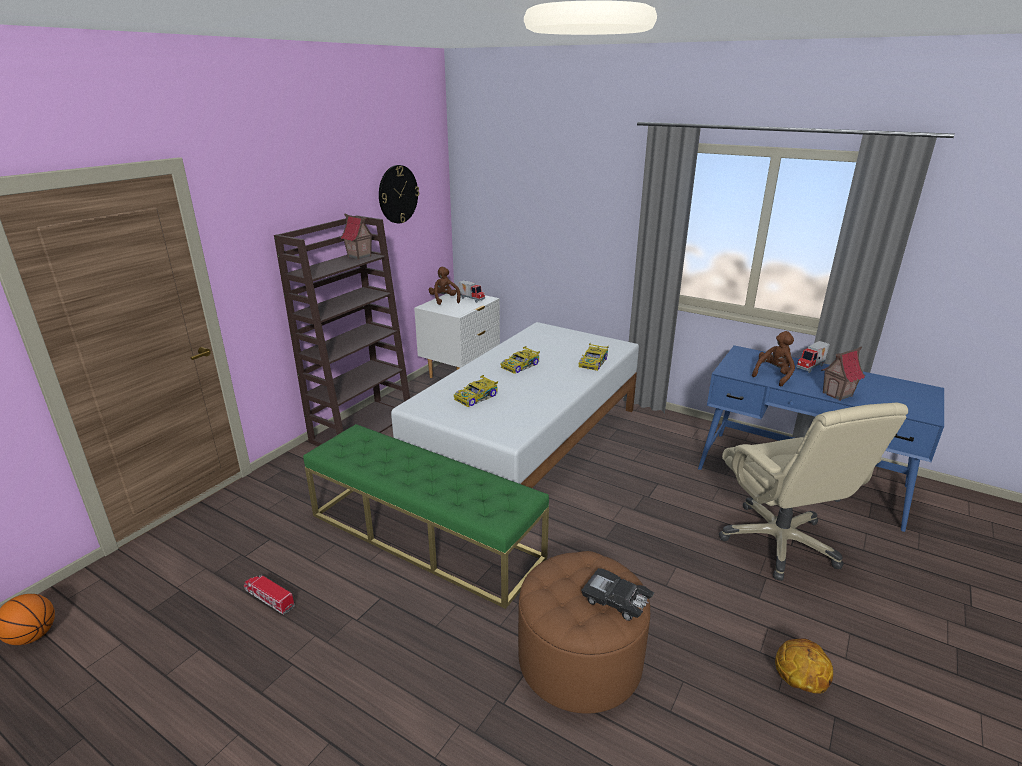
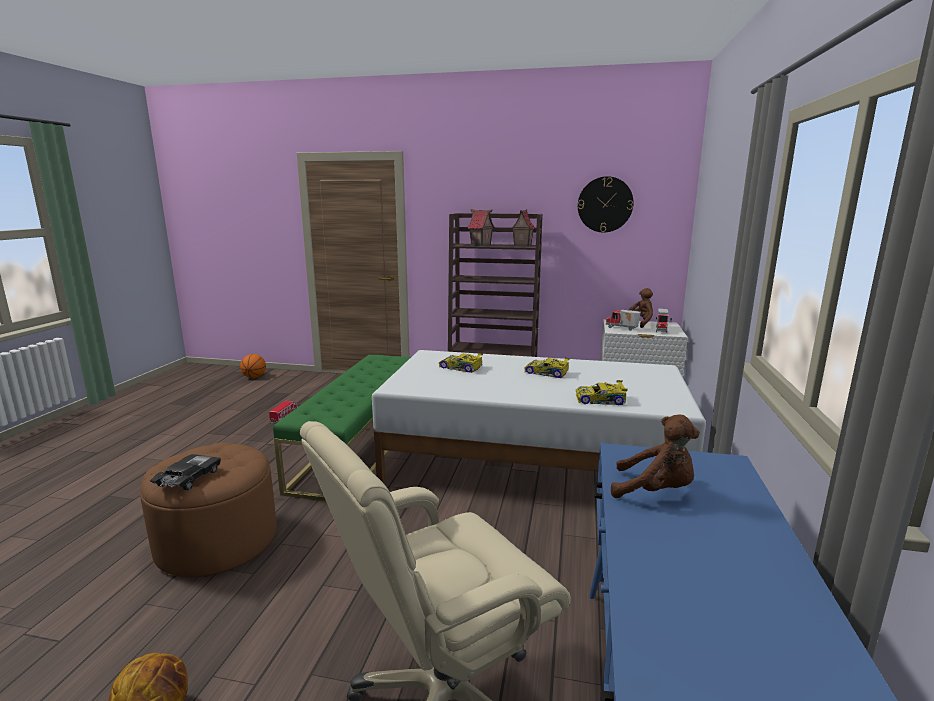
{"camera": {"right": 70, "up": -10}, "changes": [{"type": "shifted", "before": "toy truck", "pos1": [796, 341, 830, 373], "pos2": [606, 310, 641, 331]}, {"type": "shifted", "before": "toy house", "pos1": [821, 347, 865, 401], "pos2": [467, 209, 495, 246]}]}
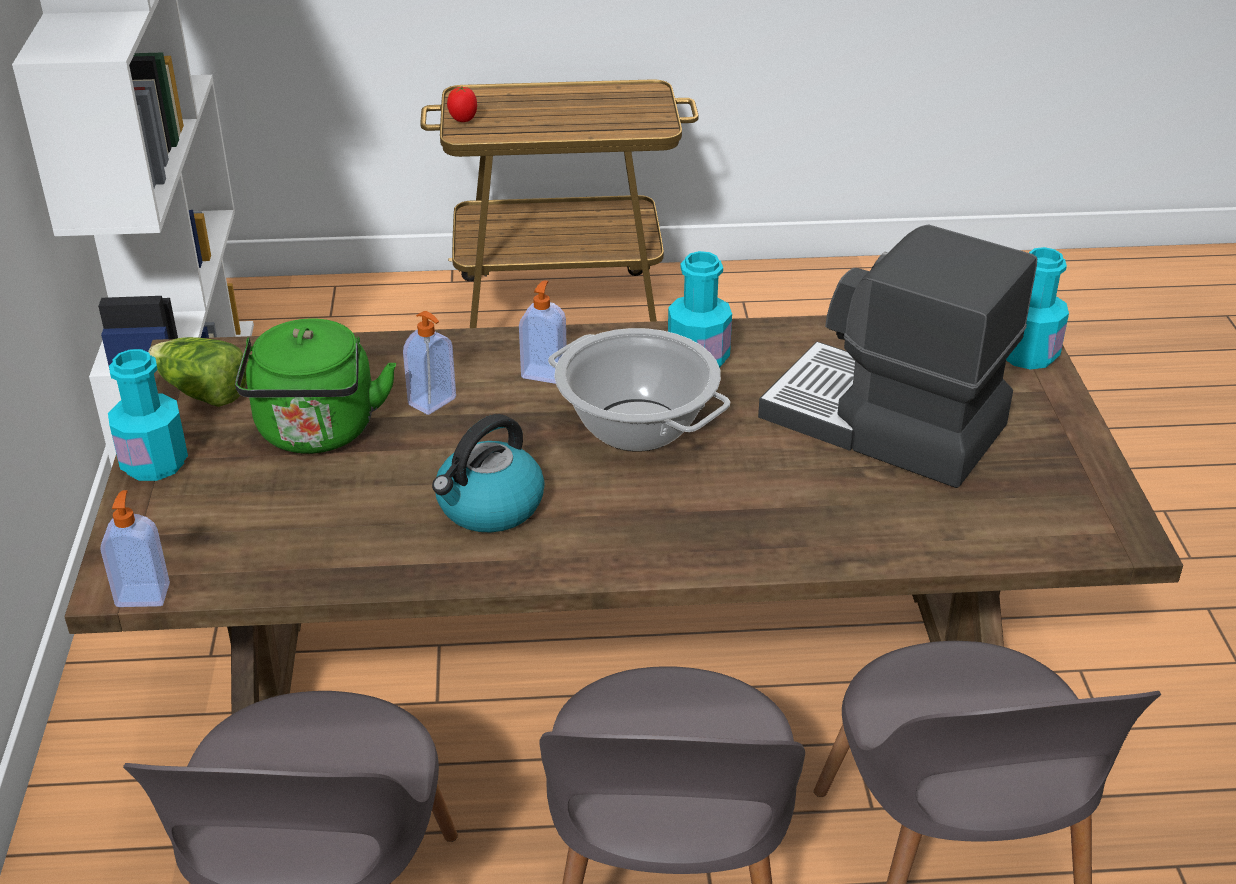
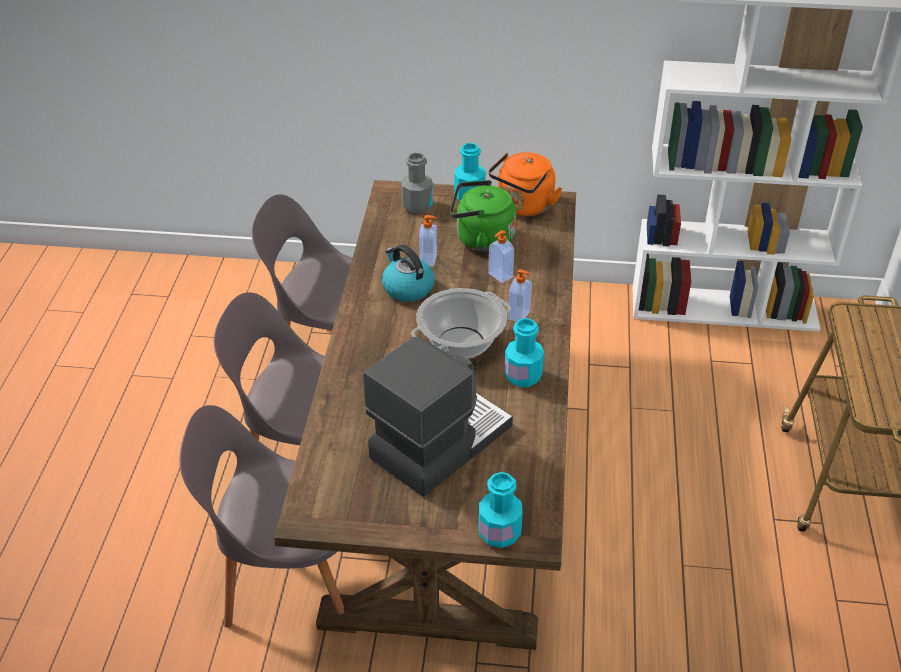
{"camera": {"right": 100, "up": 5}, "changes": [{"type": "gone", "before": "tomato", "pos1": [447, 86, 477, 122]}, {"type": "new", "after": "grey bottle", "pos2": [401, 153, 433, 214]}, {"type": "shifted", "before": "soap dispenser", "pos1": [100, 490, 170, 607], "pos2": [419, 215, 437, 266]}, {"type": "swapped", "before": "lettuce", "after": "orange kettle", "pos1": [148, 337, 248, 407], "pos2": [488, 152, 563, 216]}]}
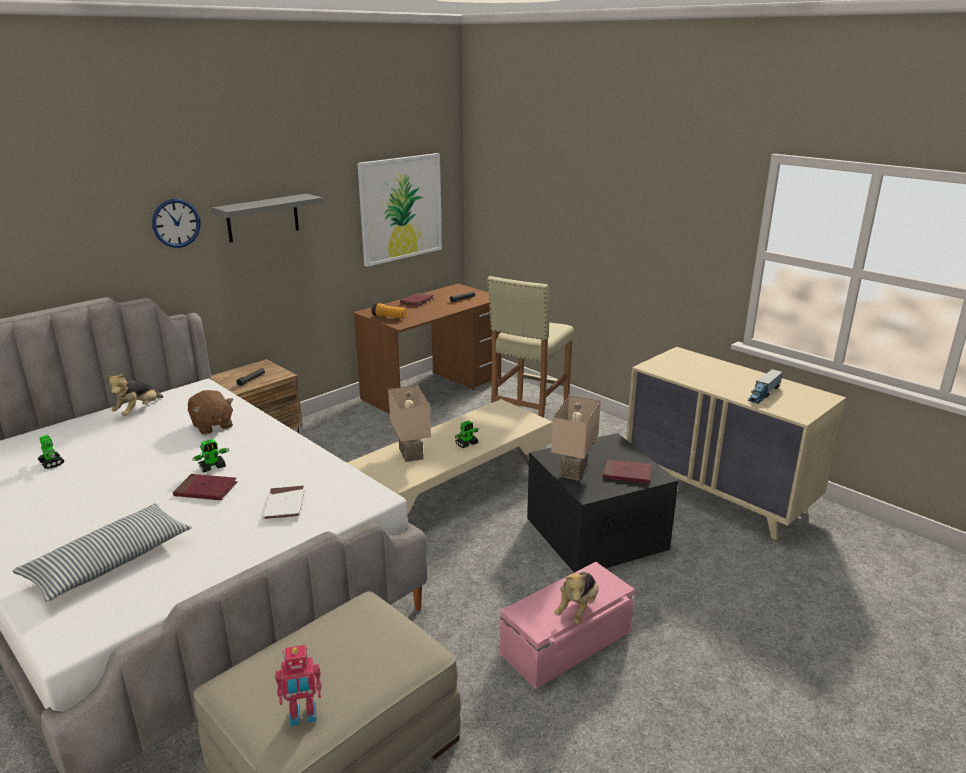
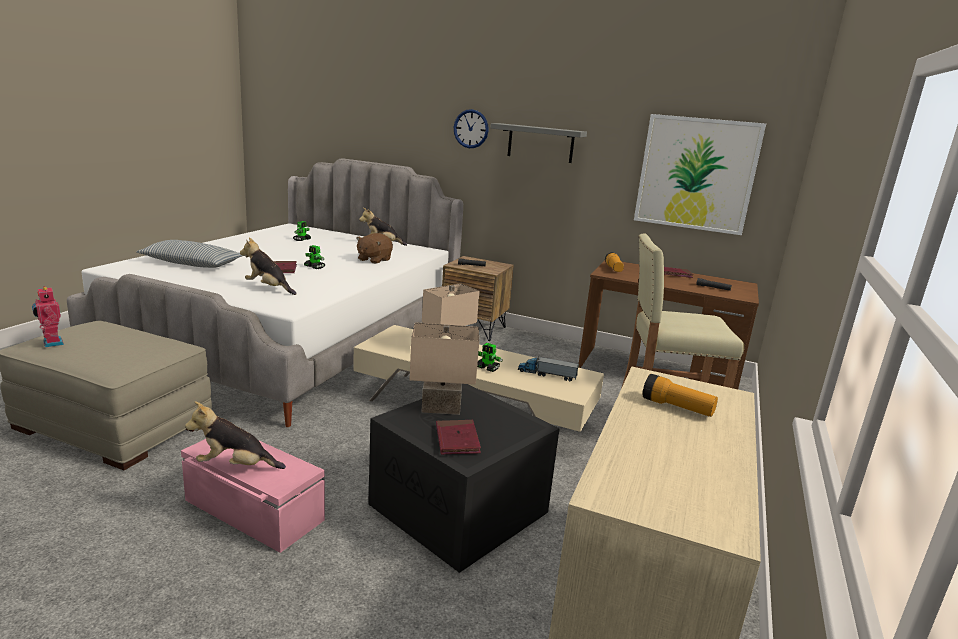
{"camera": {"right": 65, "up": -5}, "changes": [{"type": "new", "after": "flashlight", "pos2": [643, 374, 718, 417]}, {"type": "shifted", "before": "toy truck", "pos1": [748, 369, 783, 404], "pos2": [518, 356, 579, 381]}, {"type": "swapped", "before": "white book", "after": "plush toy", "pos1": [263, 485, 305, 521], "pos2": [240, 238, 297, 295]}]}
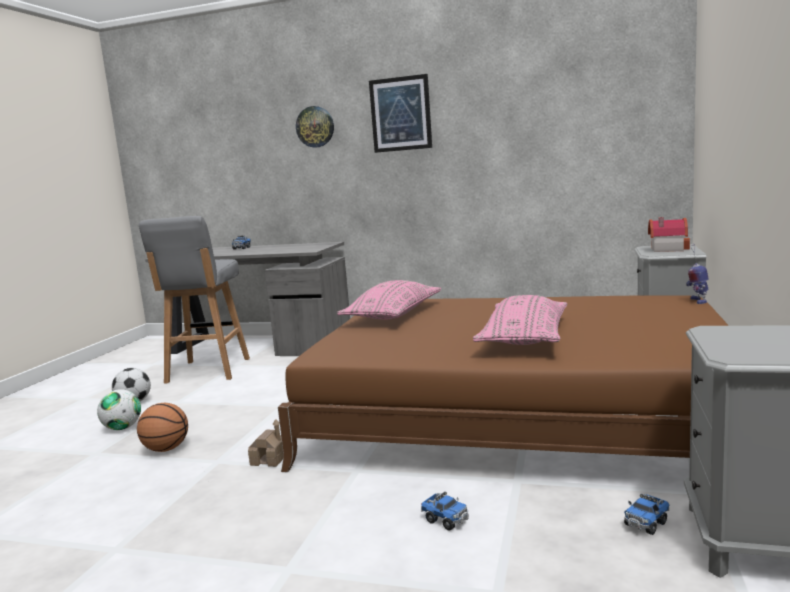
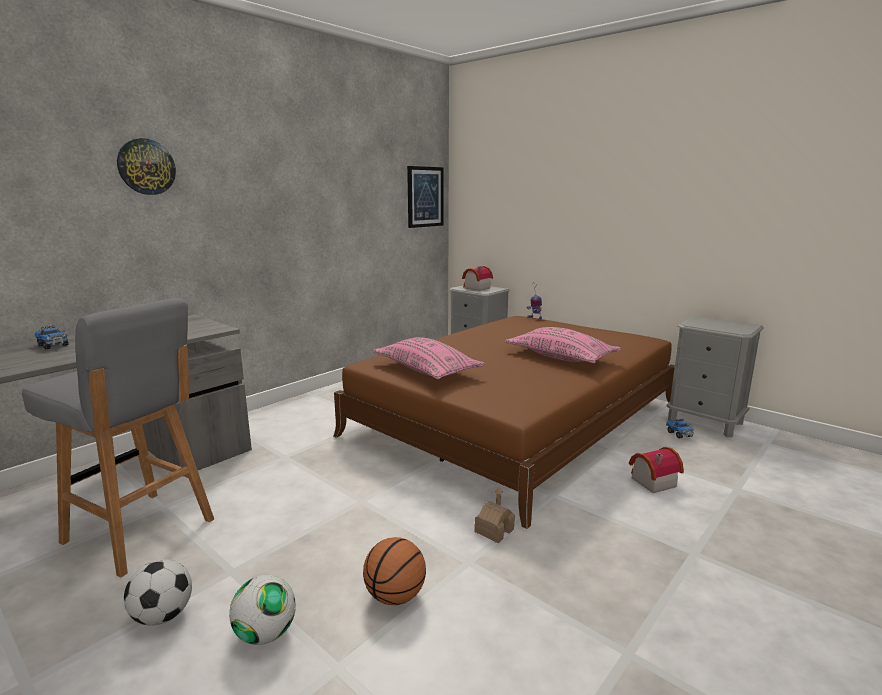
{"camera": {"right": -65, "up": 5}, "changes": [{"type": "shifted", "before": "picture", "pos1": [369, 74, 432, 153], "pos2": [407, 166, 443, 228]}, {"type": "swapped", "before": "toy truck", "after": "toy house", "pos1": [421, 492, 469, 531], "pos2": [629, 447, 684, 493]}]}
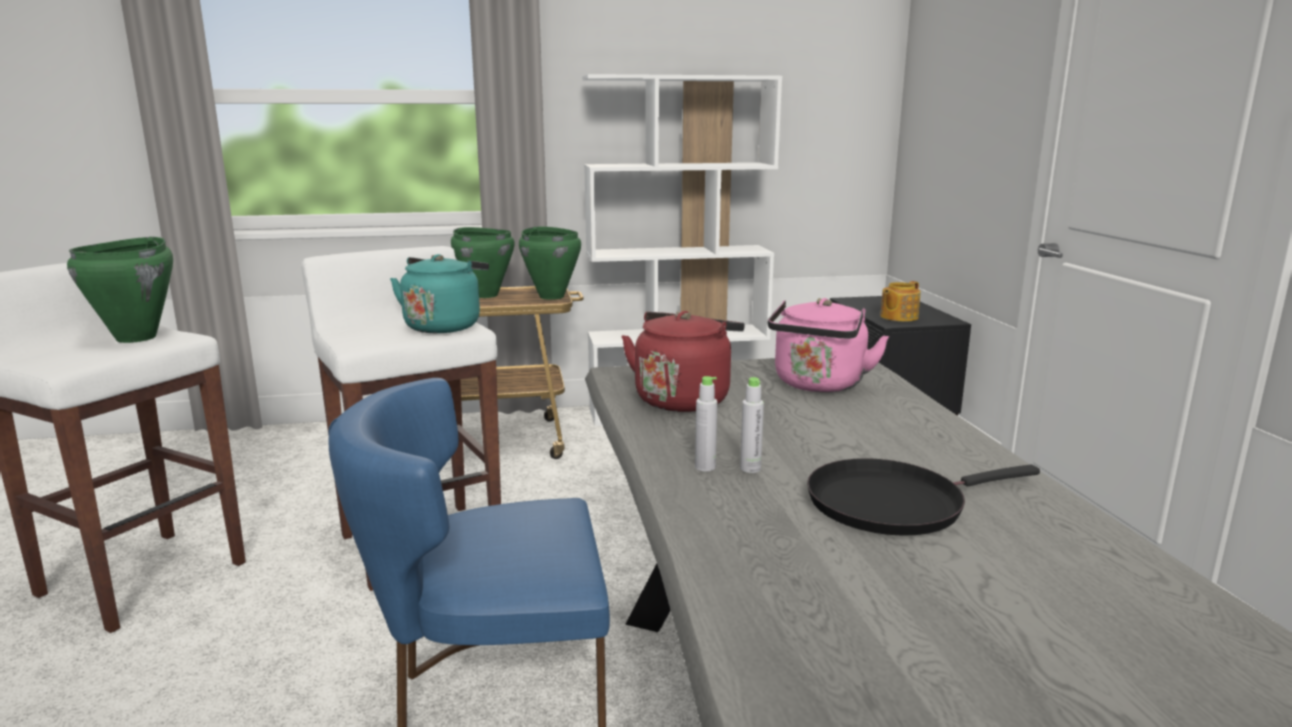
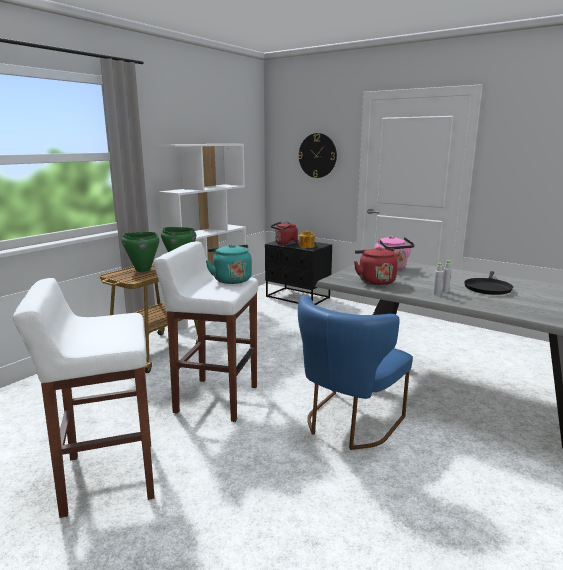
{"camera": {"right": -45, "up": 0}, "changes": [{"type": "gone", "before": "green cooking pot", "pos1": [67, 237, 173, 343]}, {"type": "new", "after": "red kettle", "pos2": [271, 222, 298, 245]}, {"type": "new", "after": "wall clock", "pos2": [298, 133, 337, 178]}]}
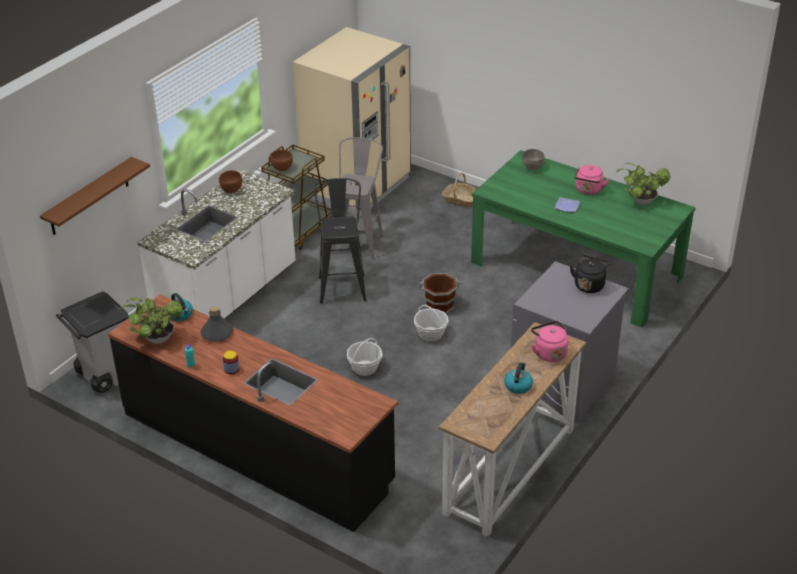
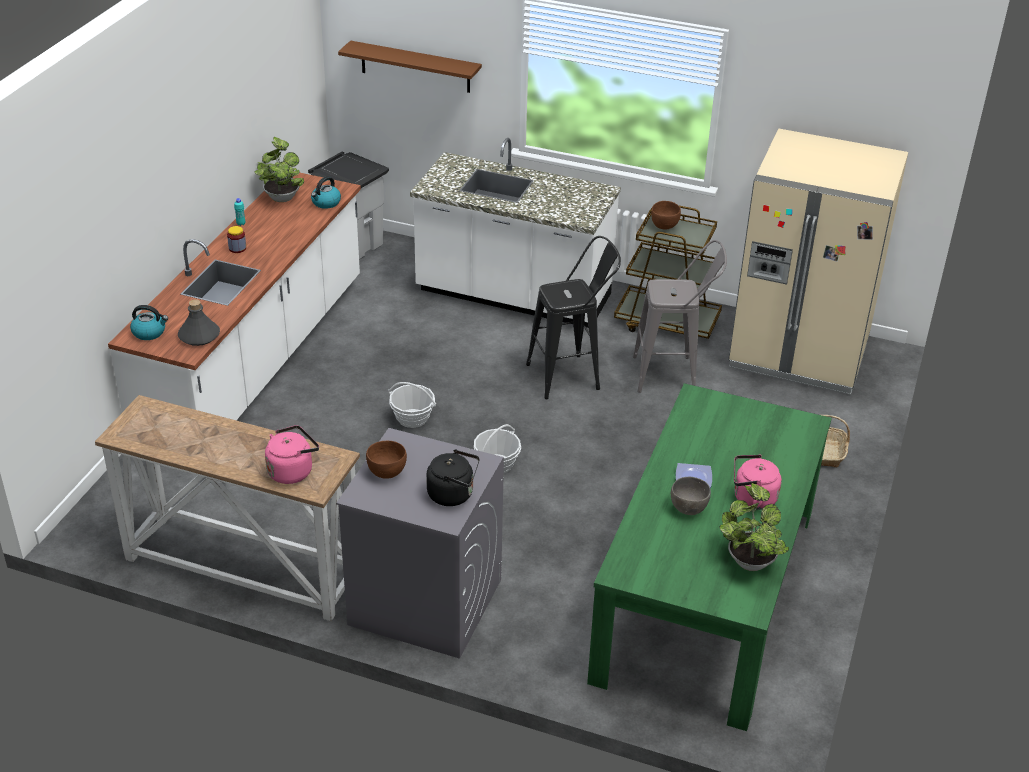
{"camera": {"right": 75, "up": 0}, "changes": [{"type": "gone", "before": "brown bucket", "pos1": [419, 273, 460, 314]}, {"type": "shifted", "before": "grey bottle", "pos1": [200, 306, 233, 342], "pos2": [178, 299, 220, 346]}, {"type": "shifted", "before": "brown bowl", "pos1": [219, 170, 242, 193], "pos2": [366, 441, 407, 479]}, {"type": "shifted", "before": "kettle", "pos1": [504, 362, 533, 394], "pos2": [130, 305, 168, 340]}, {"type": "shifted", "before": "grey bowl", "pos1": [522, 149, 544, 170], "pos2": [671, 477, 711, 515]}, {"type": "repainted", "before": "black counter", "after": "white counter", "pos1": [108, 294, 398, 532], "pos2": [108, 171, 361, 420]}]}
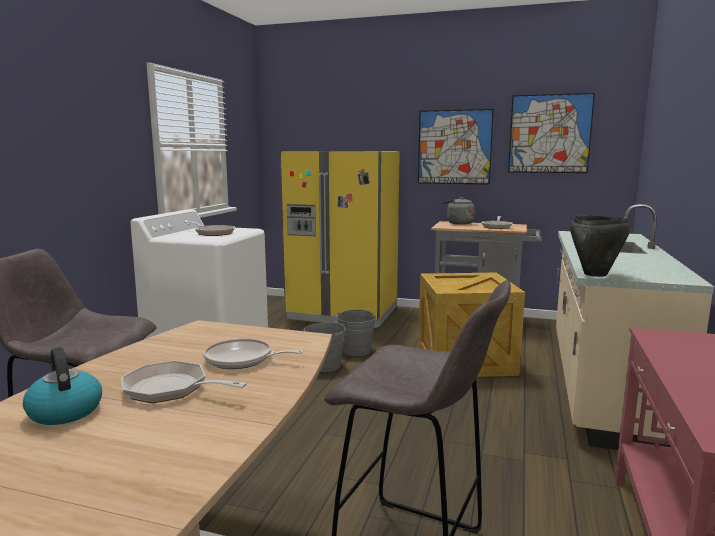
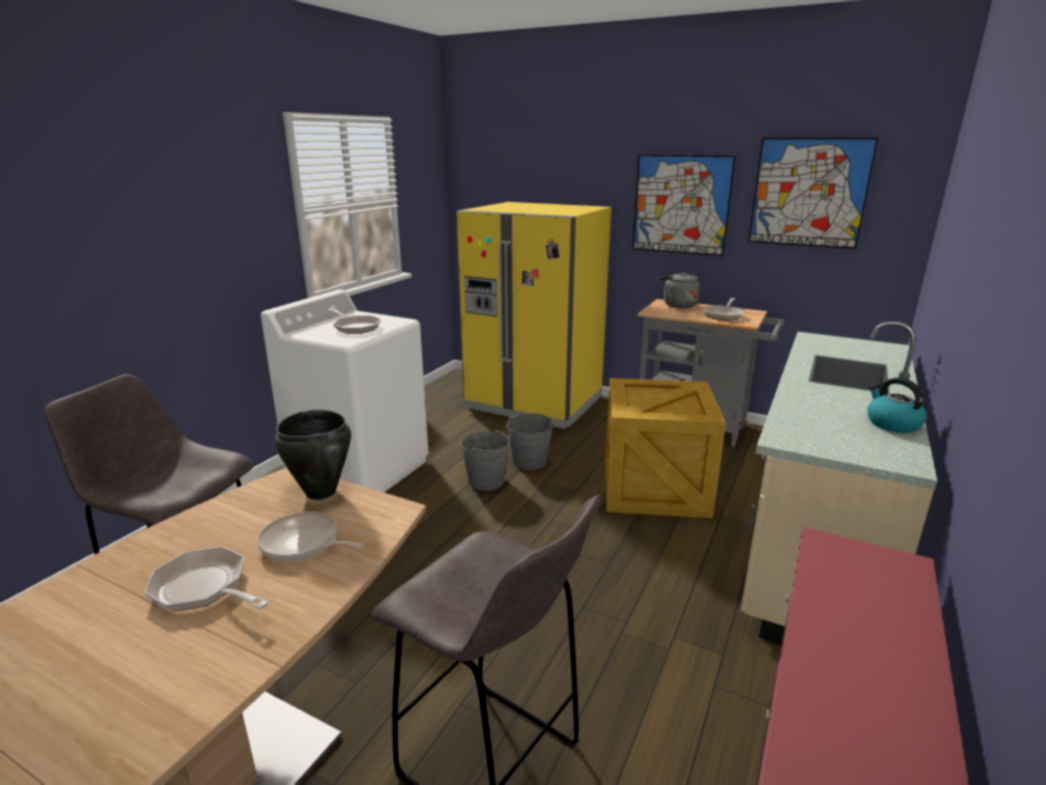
{"camera": {"right": 10, "up": 10}, "changes": [{"type": "shifted", "before": "kettle", "pos1": [23, 347, 102, 425], "pos2": [868, 377, 927, 433]}, {"type": "shifted", "before": "black cooking pot", "pos1": [570, 215, 631, 277], "pos2": [274, 410, 351, 500]}]}
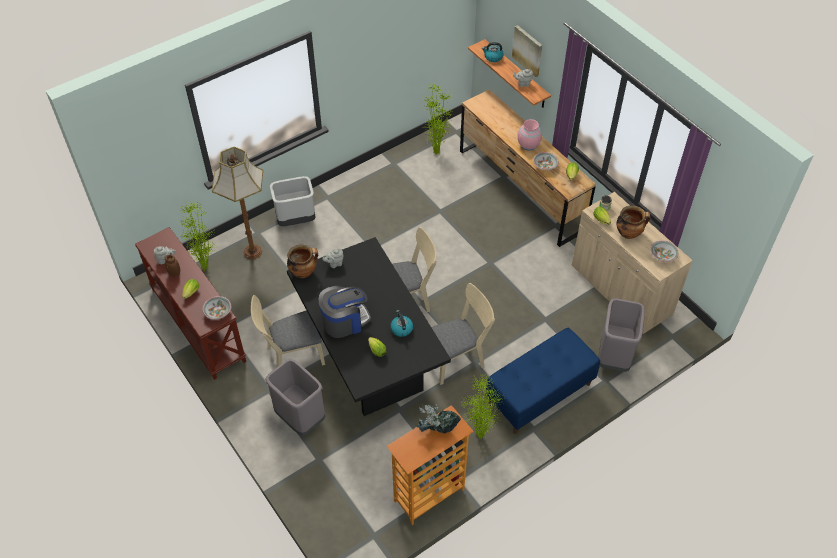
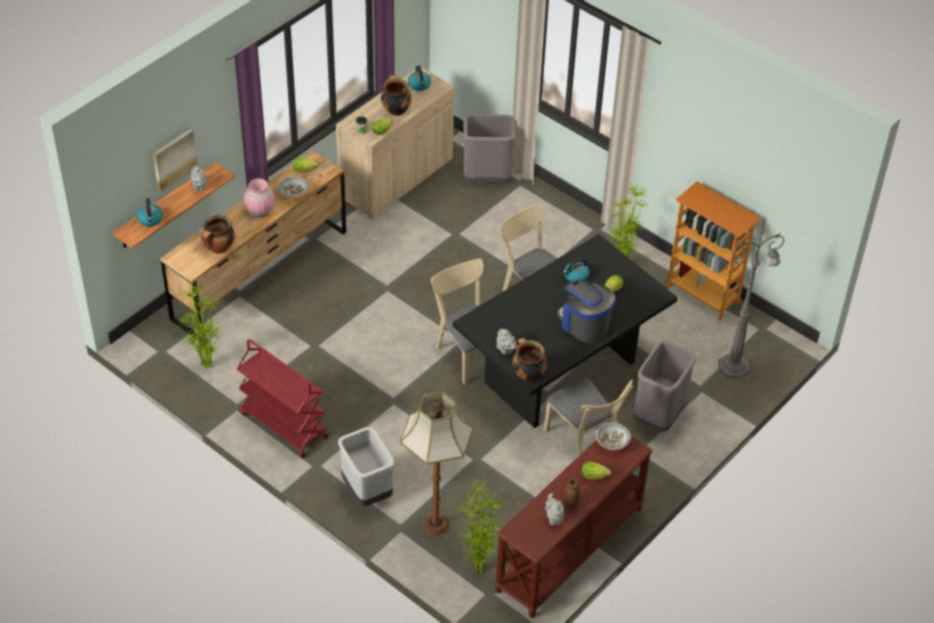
{"camera": {"right": -105, "up": -5}, "changes": [{"type": "gone", "before": "potted plant", "pos1": [415, 404, 461, 434]}, {"type": "gone", "before": "blue bench", "pos1": [486, 328, 600, 434]}, {"type": "new", "after": "cooking pot", "pos2": [201, 215, 235, 254]}, {"type": "new", "after": "red cart", "pos2": [236, 339, 328, 458]}, {"type": "new", "after": "grey floor lamp", "pos2": [718, 217, 785, 378]}, {"type": "swapped", "before": "bowl", "after": "kettle", "pos1": [650, 240, 679, 262], "pos2": [408, 66, 431, 91]}]}
